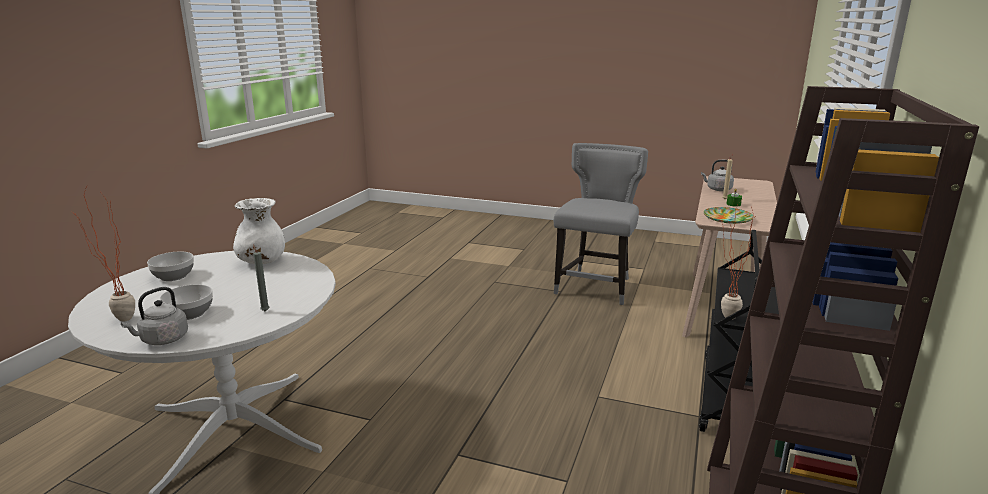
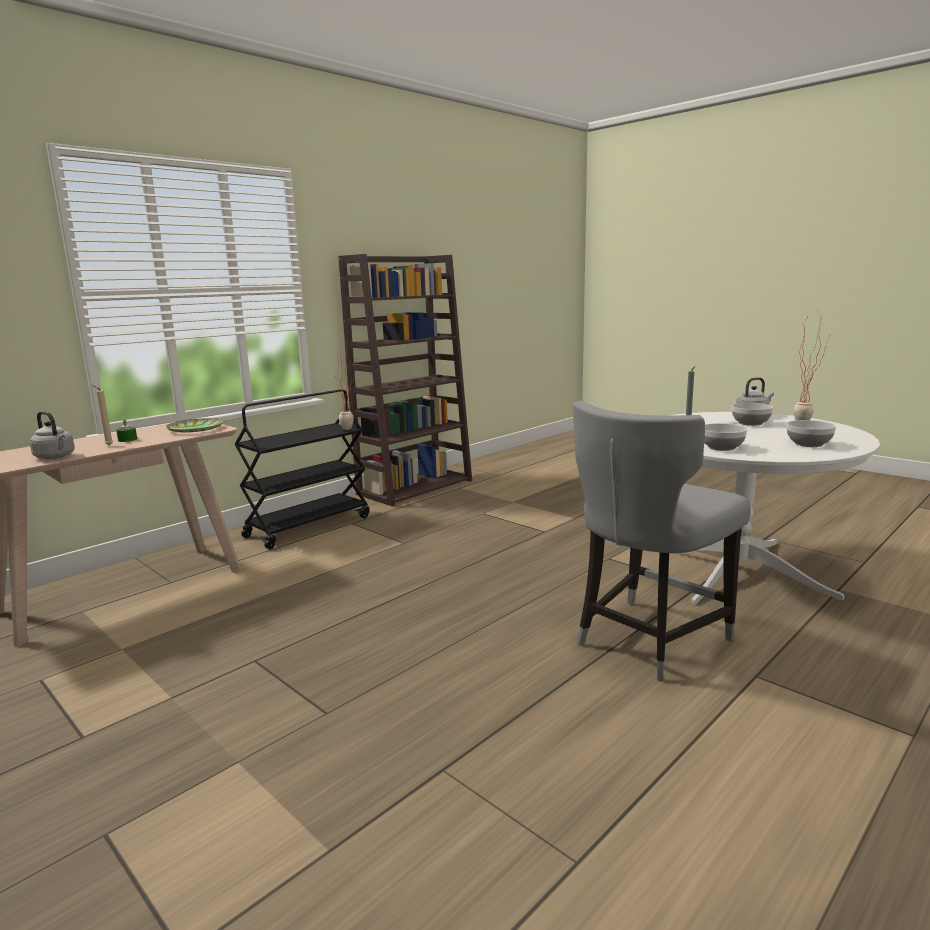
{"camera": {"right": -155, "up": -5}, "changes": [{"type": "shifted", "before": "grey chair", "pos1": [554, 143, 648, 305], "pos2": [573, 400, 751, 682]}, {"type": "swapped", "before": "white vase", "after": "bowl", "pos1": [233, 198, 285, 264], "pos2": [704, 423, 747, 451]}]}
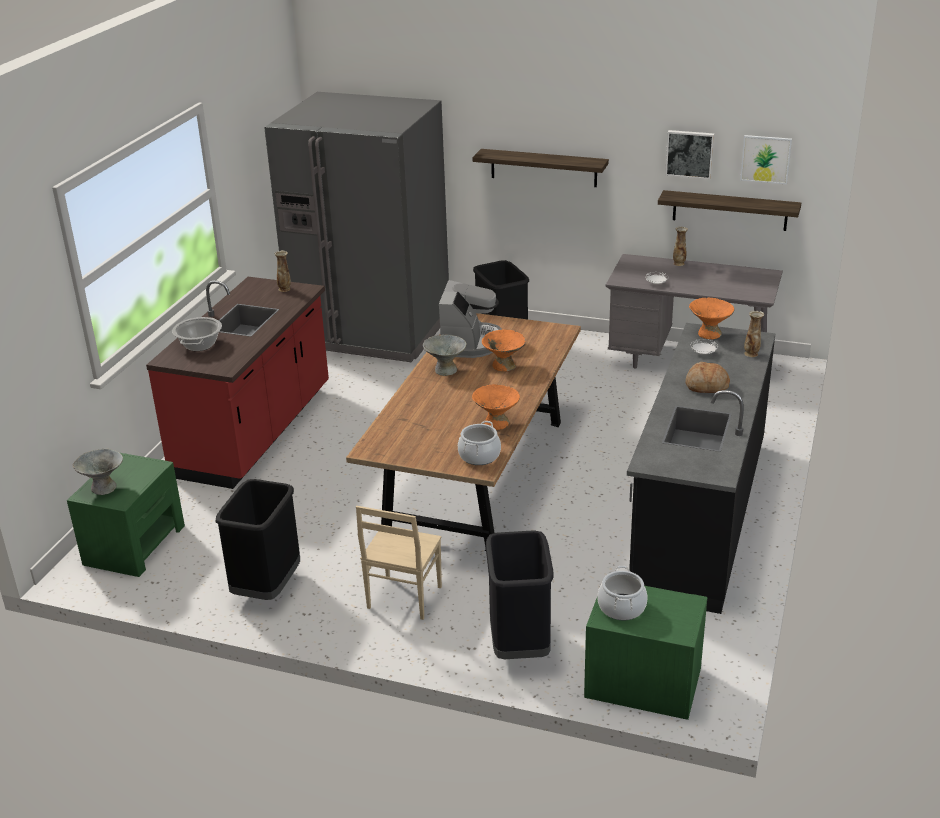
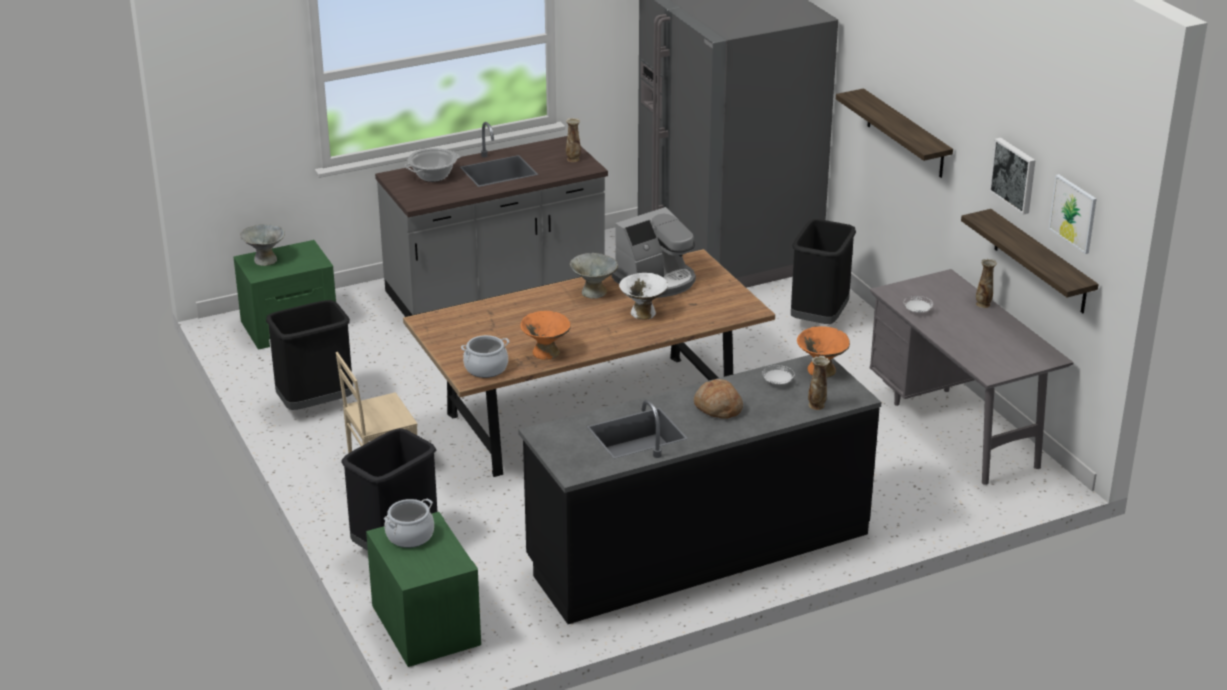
{"camera": {"right": 45, "up": 0}, "changes": [{"type": "repainted", "before": "red counter", "after": "grey counter", "pos1": [146, 277, 329, 489], "pos2": [375, 122, 608, 317]}, {"type": "repainted", "before": "orange bowl", "after": "white bowl", "pos1": [482, 330, 526, 371], "pos2": [619, 273, 668, 319]}]}
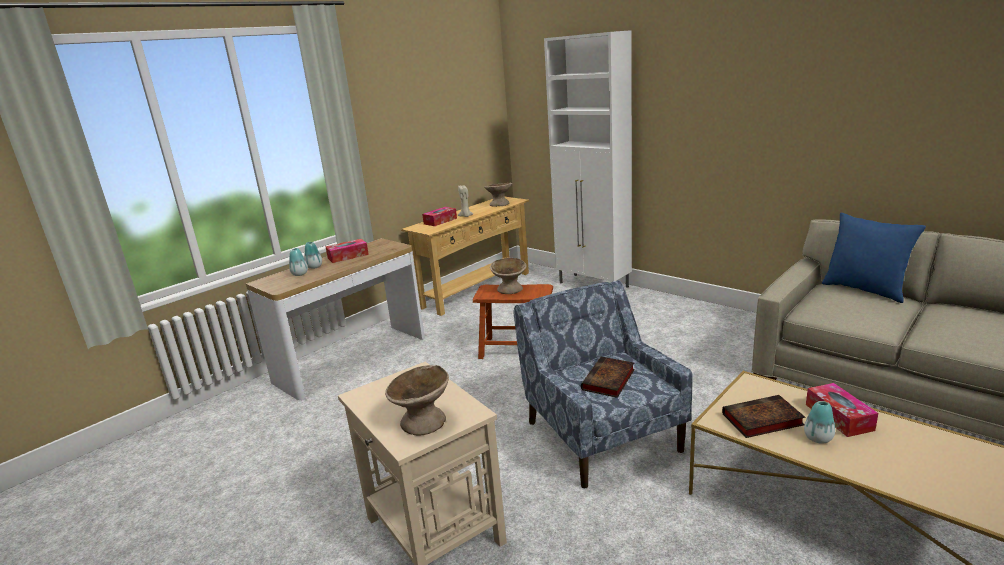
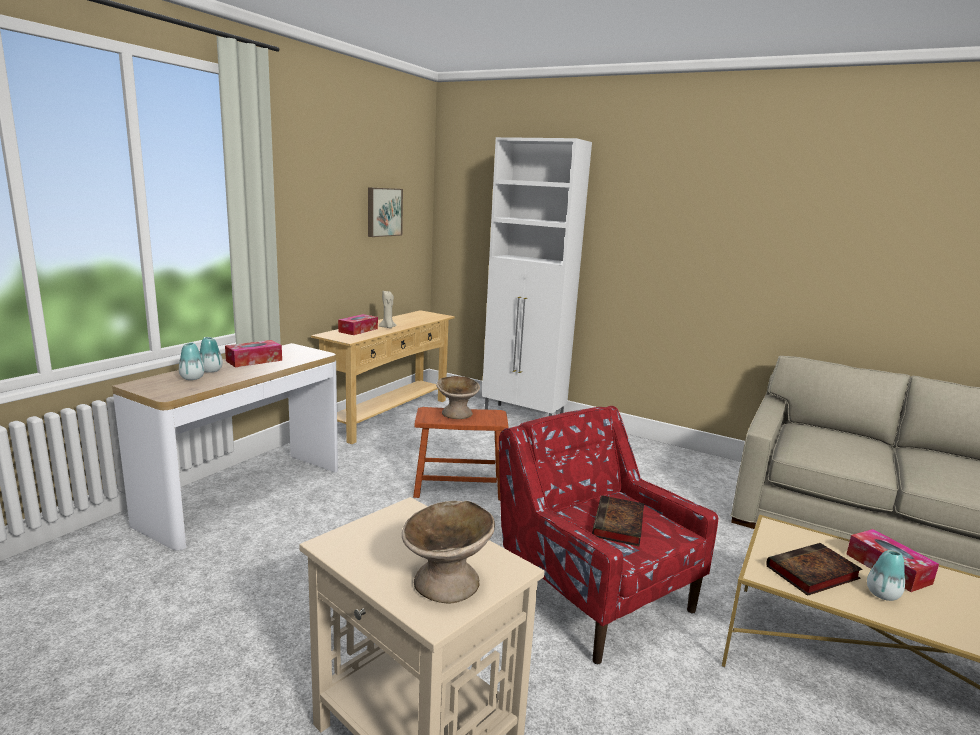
{"camera": {"right": -15, "up": -5}, "changes": [{"type": "gone", "before": "beige bowl", "pos1": [484, 183, 512, 207]}, {"type": "gone", "before": "blue pillow", "pos1": [822, 213, 926, 303]}, {"type": "new", "after": "picture", "pos2": [368, 187, 403, 237]}, {"type": "repainted", "before": "blue armchair", "after": "red armchair", "pos1": [514, 280, 693, 489], "pos2": [499, 406, 718, 664]}]}
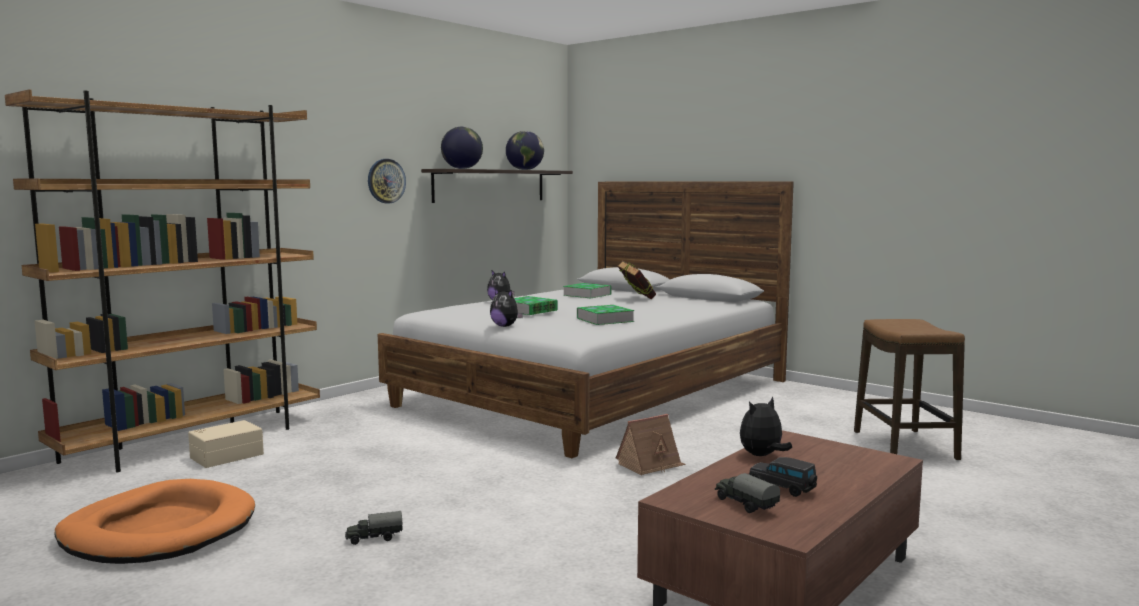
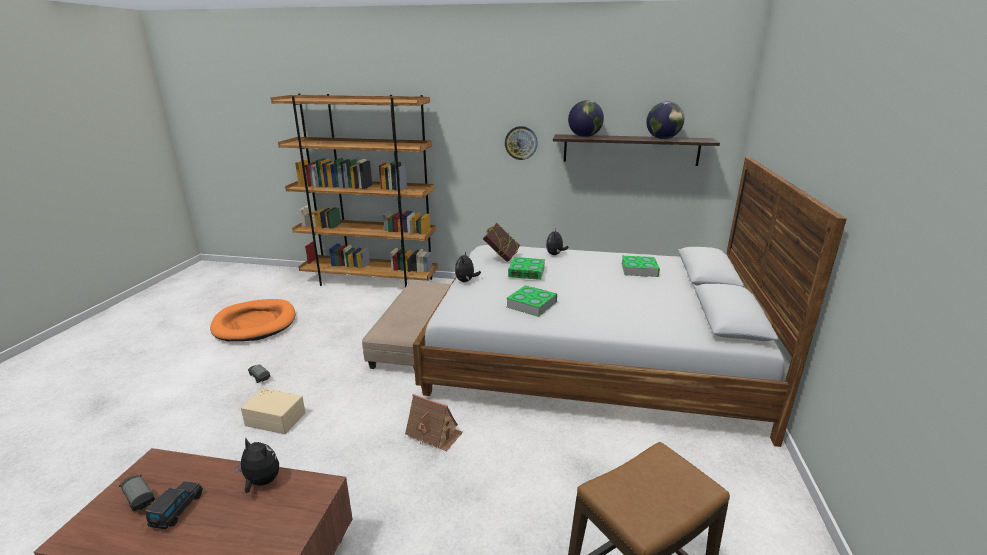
{"camera": {"right": 60, "up": 15}, "changes": [{"type": "new", "after": "beige ottoman", "pos2": [362, 282, 451, 372]}, {"type": "shifted", "before": "beige storage box", "pos1": [188, 420, 264, 468], "pos2": [241, 388, 305, 434]}, {"type": "shifted", "before": "book", "pos1": [617, 260, 656, 299], "pos2": [483, 223, 520, 262]}, {"type": "rotated", "before": "toy truck", "pos1": [715, 473, 781, 513], "pos2": [119, 475, 155, 511], "turn": -75}]}
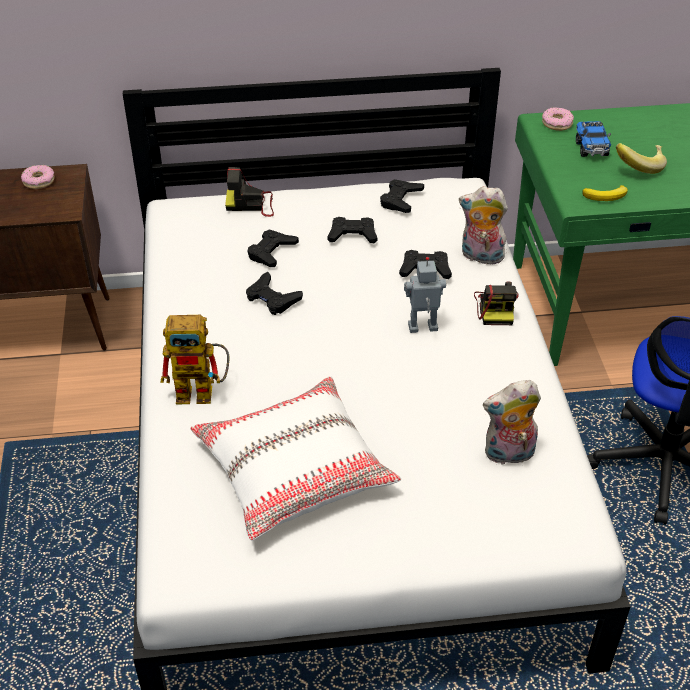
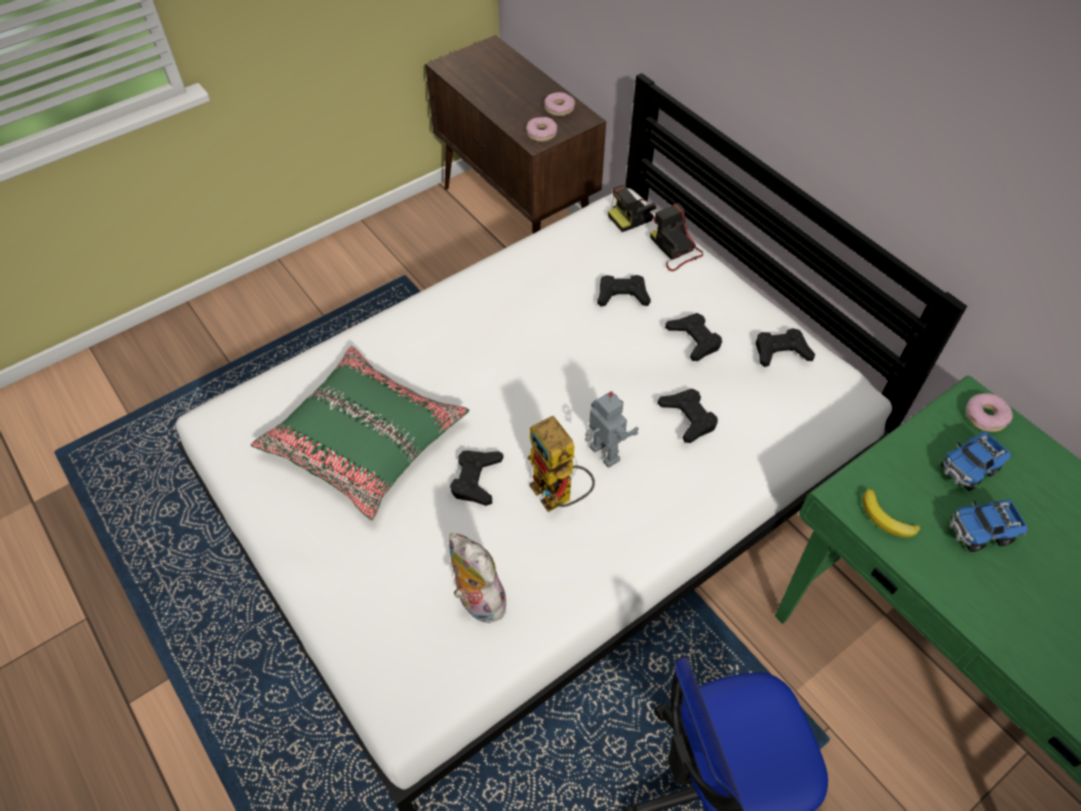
{"camera": {"right": 60, "up": 10}, "changes": [{"type": "gone", "before": "plush toy", "pos1": [459, 186, 508, 267]}, {"type": "new", "after": "donut", "pos2": [526, 117, 557, 142]}, {"type": "shifted", "before": "toy robot", "pos1": [160, 315, 230, 404], "pos2": [527, 416, 595, 512]}, {"type": "shifted", "before": "black game controller", "pos1": [246, 272, 303, 315], "pos2": [450, 450, 503, 506]}, {"type": "shifted", "before": "photo camera", "pos1": [474, 282, 519, 325], "pos2": [608, 185, 658, 232]}, {"type": "swapped", "before": "banana", "after": "toy truck", "pos1": [616, 143, 667, 174], "pos2": [949, 499, 1028, 552]}, {"type": "repainted", "before": "white pillow", "after": "green pillow", "pos1": [190, 376, 401, 541], "pos2": [251, 346, 469, 520]}]}
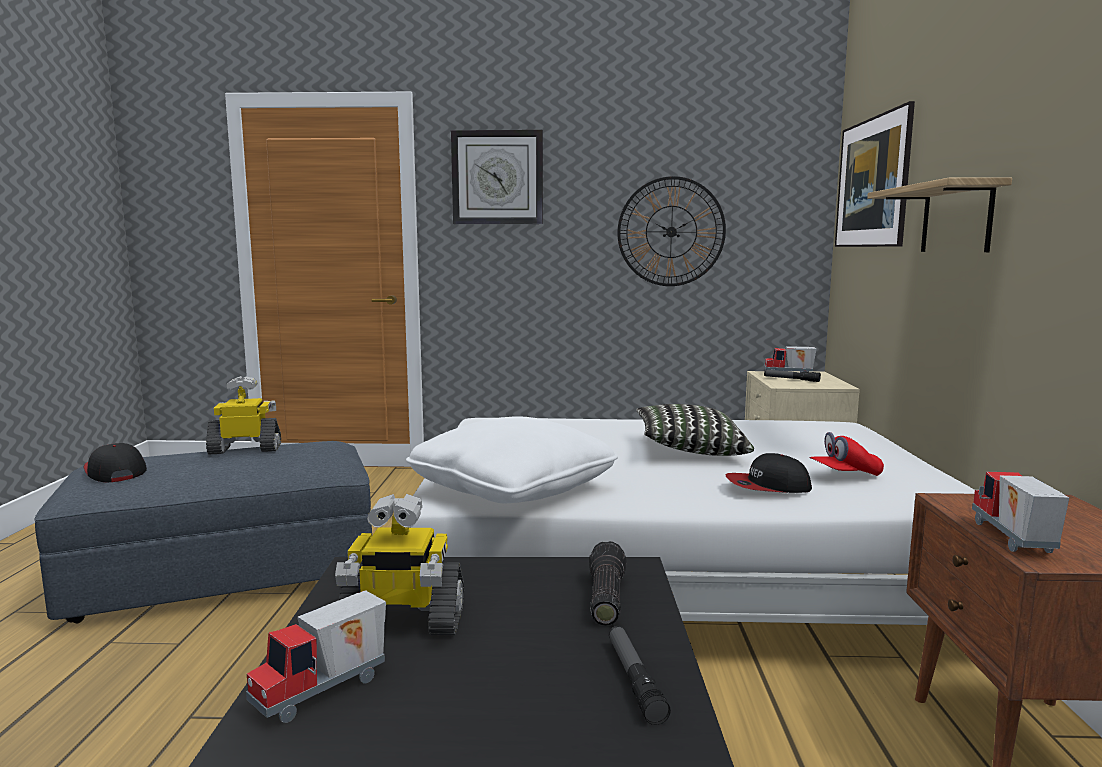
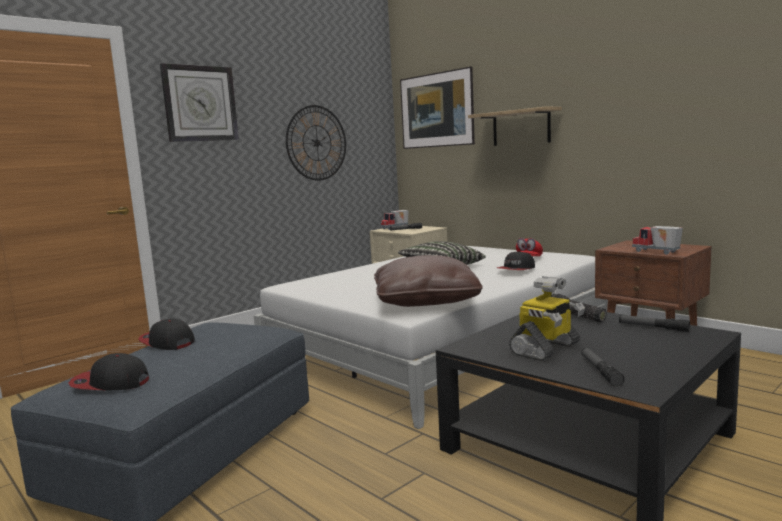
{"camera": {"right": -45, "up": 0}, "changes": [{"type": "swapped", "before": "toy robot", "after": "cap", "pos1": [206, 376, 281, 454], "pos2": [138, 318, 195, 350]}, {"type": "swapped", "before": "toy truck", "after": "flashlight", "pos1": [246, 590, 386, 723], "pos2": [581, 348, 624, 387]}, {"type": "repainted", "before": "white pillow", "after": "brown pillow", "pos1": [406, 416, 618, 503], "pos2": [374, 255, 483, 307]}]}
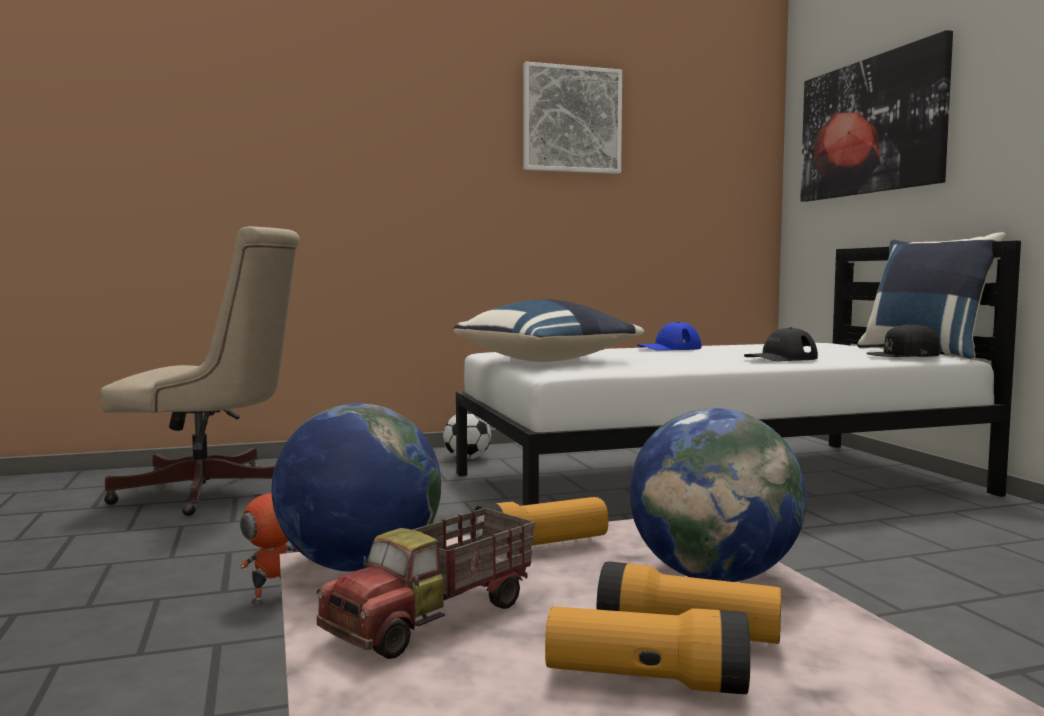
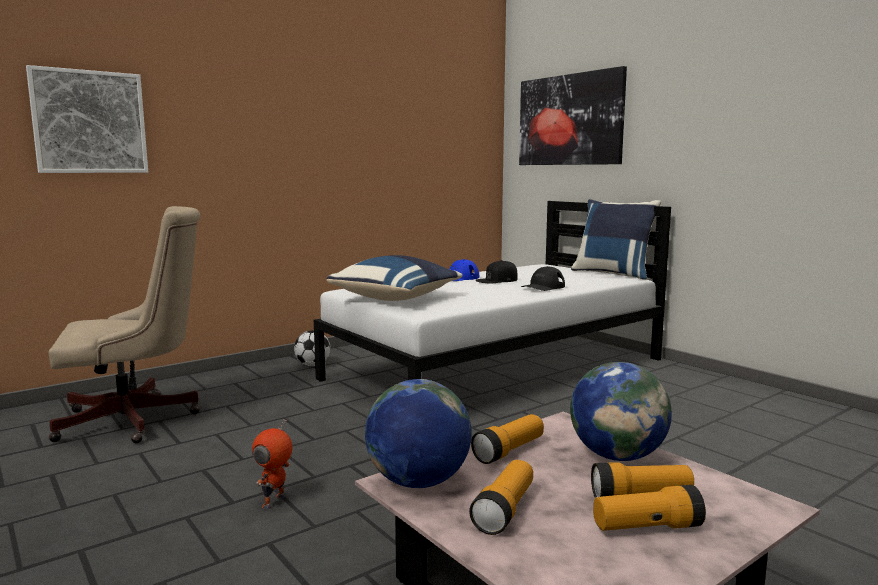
{"camera": {"right": -20, "up": 5}, "changes": [{"type": "shifted", "before": "picture", "pos1": [523, 62, 622, 174], "pos2": [26, 65, 148, 173]}, {"type": "shifted", "before": "black cap", "pos1": [866, 323, 939, 357], "pos2": [476, 260, 518, 284]}, {"type": "swapped", "before": "toy truck", "after": "flashlight", "pos1": [317, 508, 536, 659], "pos2": [469, 460, 533, 535]}]}
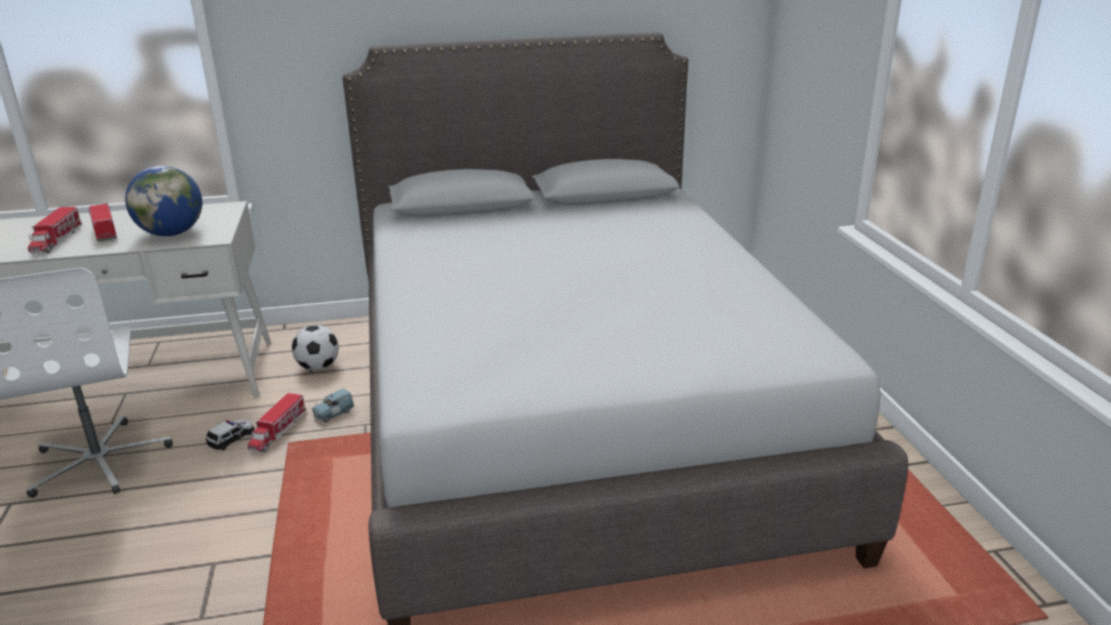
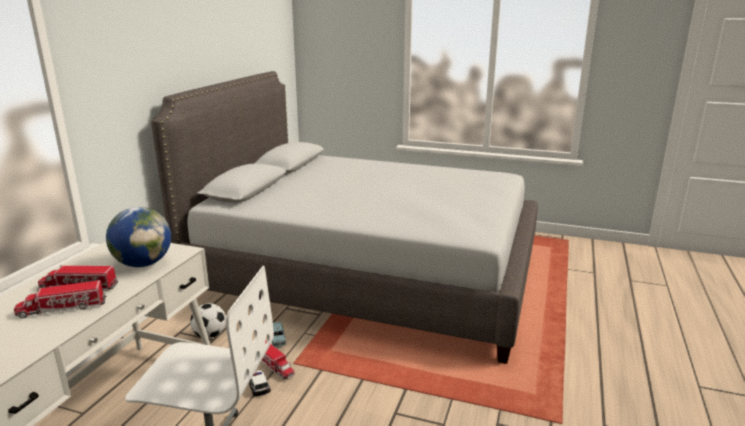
{"camera": {"right": -60, "up": -5}, "changes": [{"type": "rotated", "before": "toy truck", "pos1": [28, 207, 82, 254], "pos2": [14, 280, 107, 318], "turn": 135}]}
